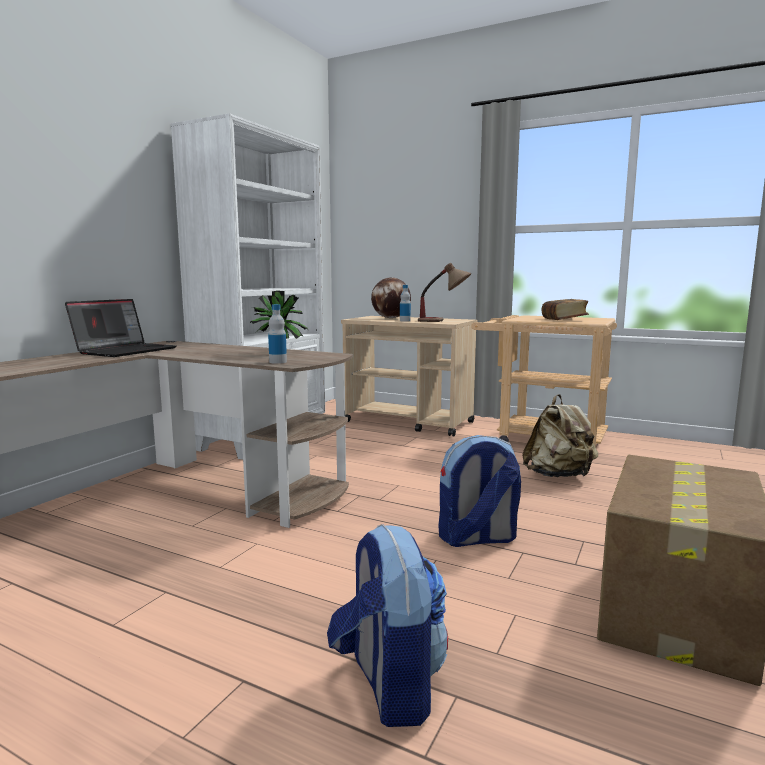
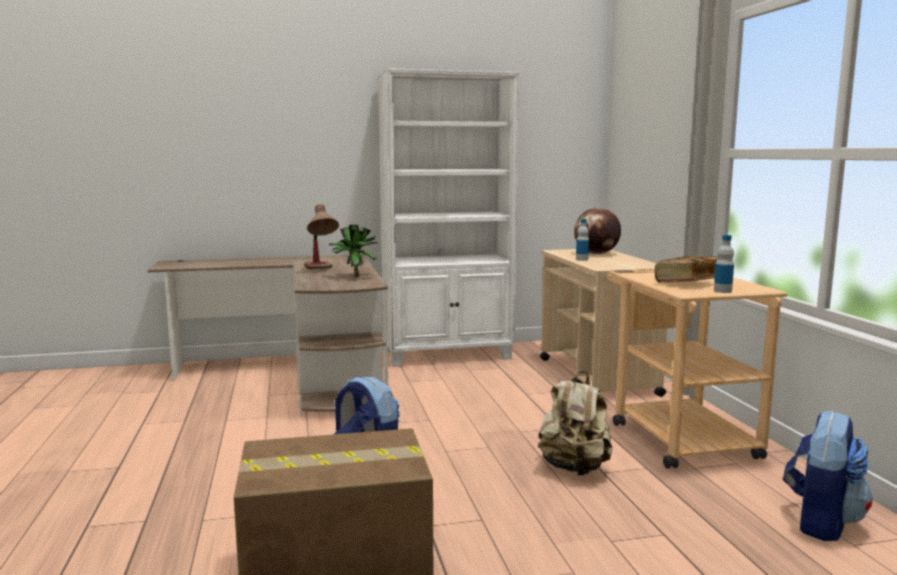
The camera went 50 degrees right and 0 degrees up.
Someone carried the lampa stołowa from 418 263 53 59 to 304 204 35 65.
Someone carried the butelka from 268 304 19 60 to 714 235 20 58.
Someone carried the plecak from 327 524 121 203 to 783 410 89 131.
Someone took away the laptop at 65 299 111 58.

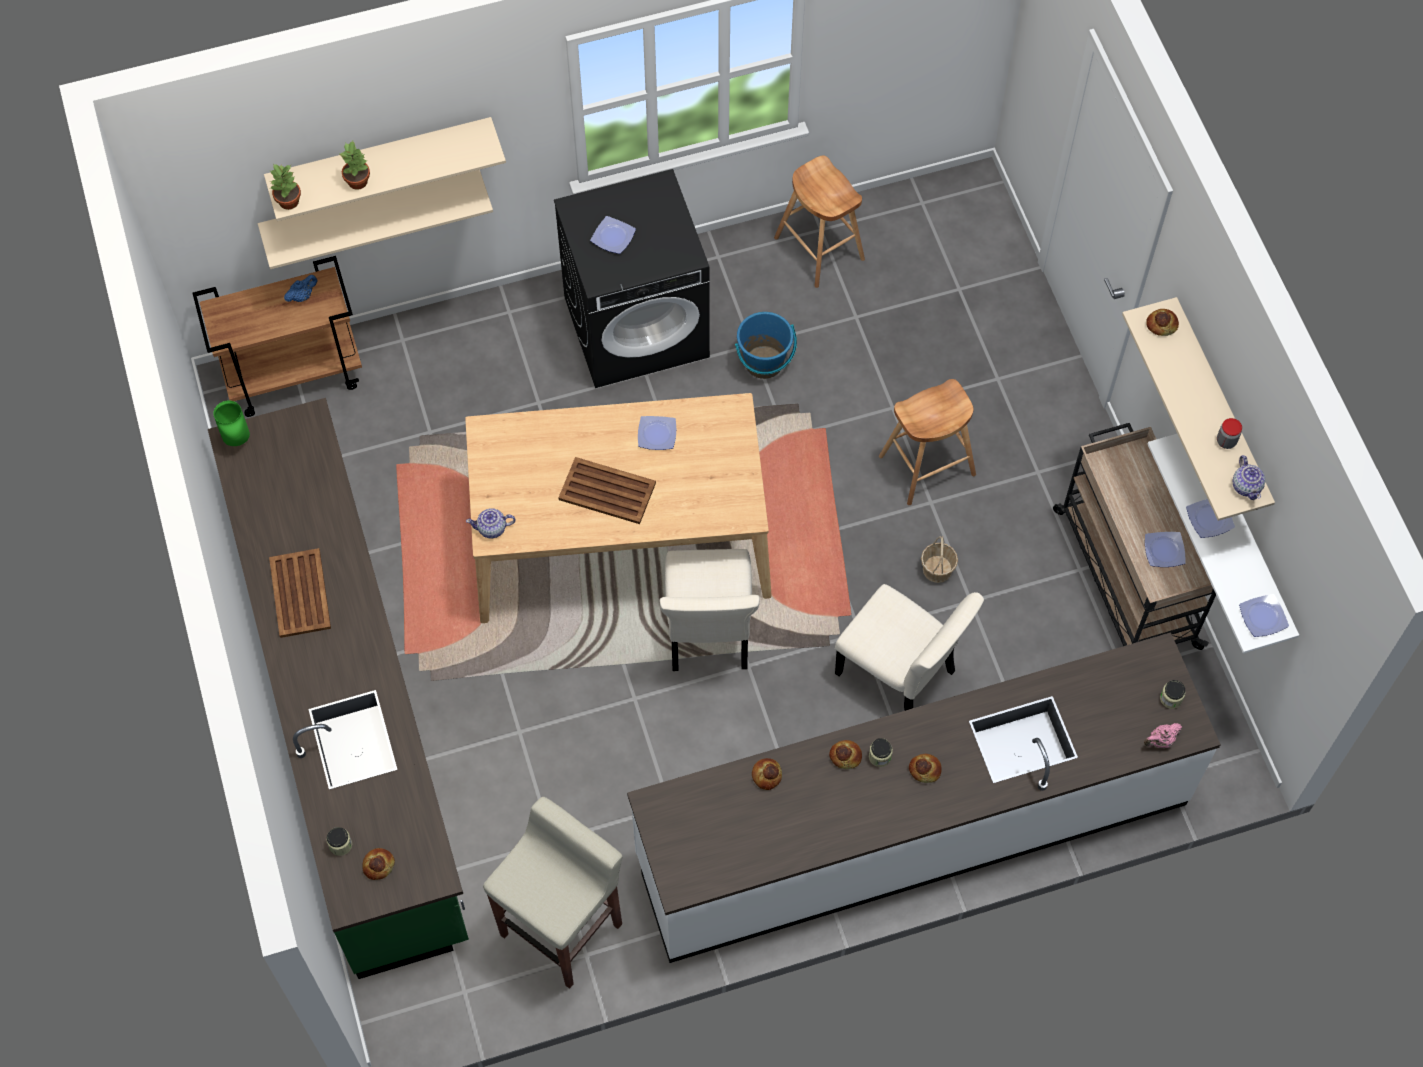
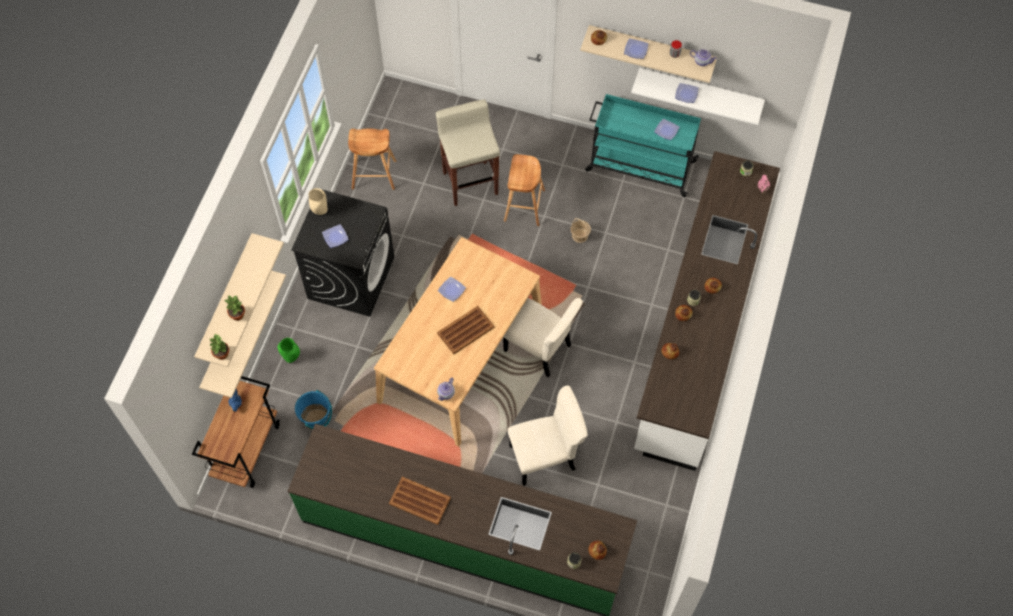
The camera went 55 degrees left and 0 degrees up.
Someone carried the wazon (zielony) from 213 401 37 45 to 278 338 22 25.
Someone carried the wiadro (niebieski) from 735 312 62 67 to 295 390 37 40.
Someone put down the wazon (beżowy) at 308 188 19 27.
Someone carried the stołek (beżowy) from 483 797 140 191 to 436 99 64 107.
Someone carried the krzesło (beżowy) from 835 584 149 127 to 508 386 80 100.
Someone repainted the wózek (beżowy) at 1053 423 163 227, which became the wózek (turkusowy) at 585 94 116 103.
Someone carried the talerz from 1239 594 50 43 to 624 38 25 21.

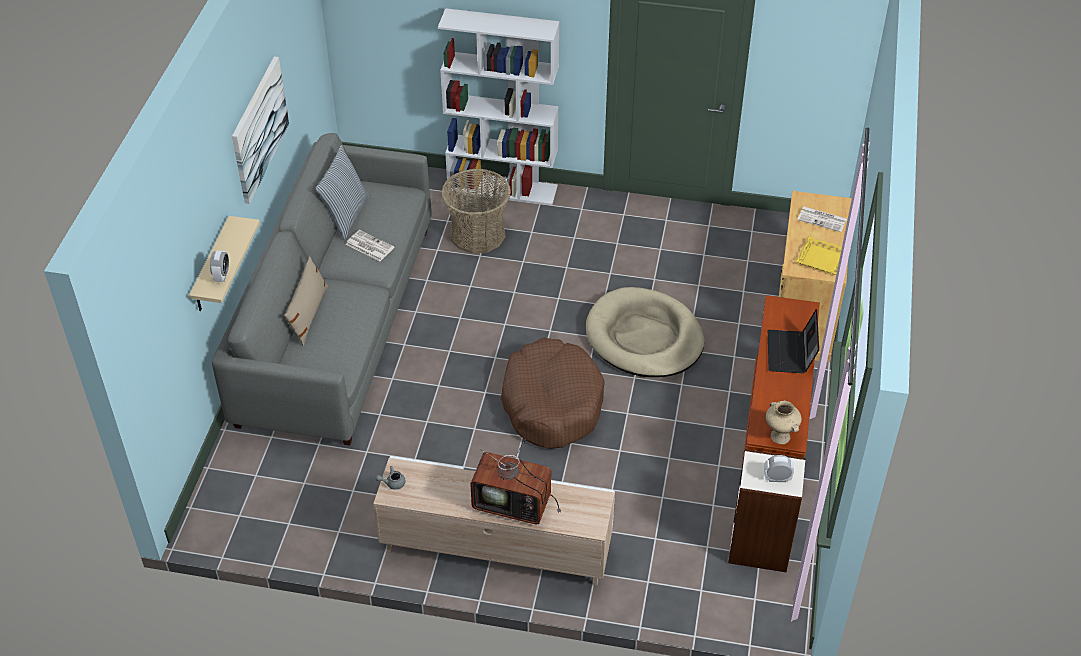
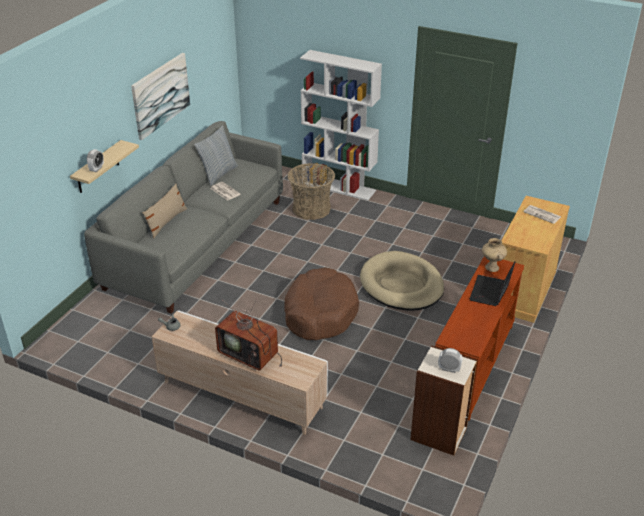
The camera went 15 degrees right and 10 degrees down.
Someone carried the wazon (beżowy) from 766 401 36 43 to 482 238 25 34.
Someone took away the taca (żółty) at 796 236 55 39.

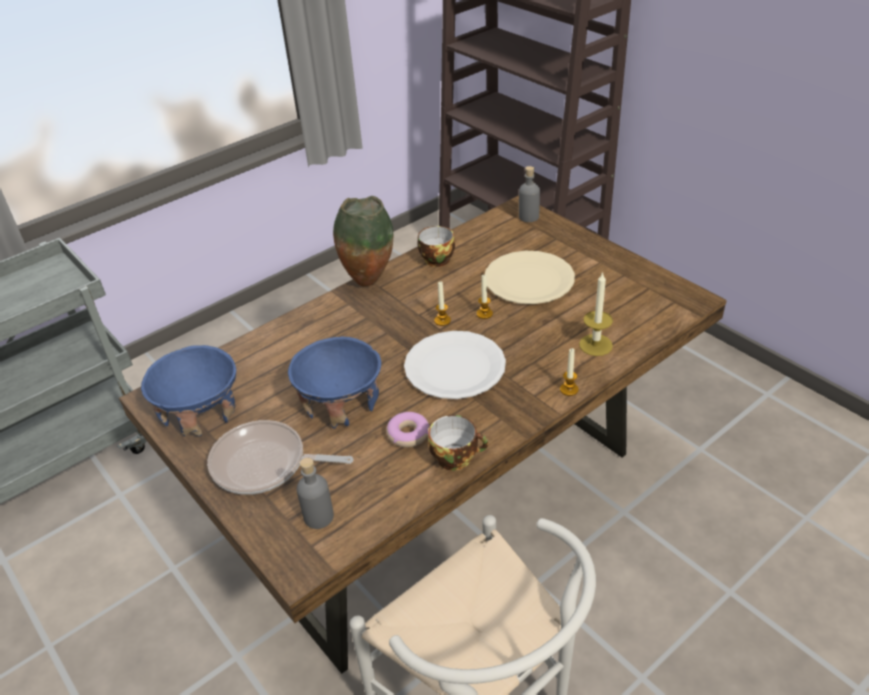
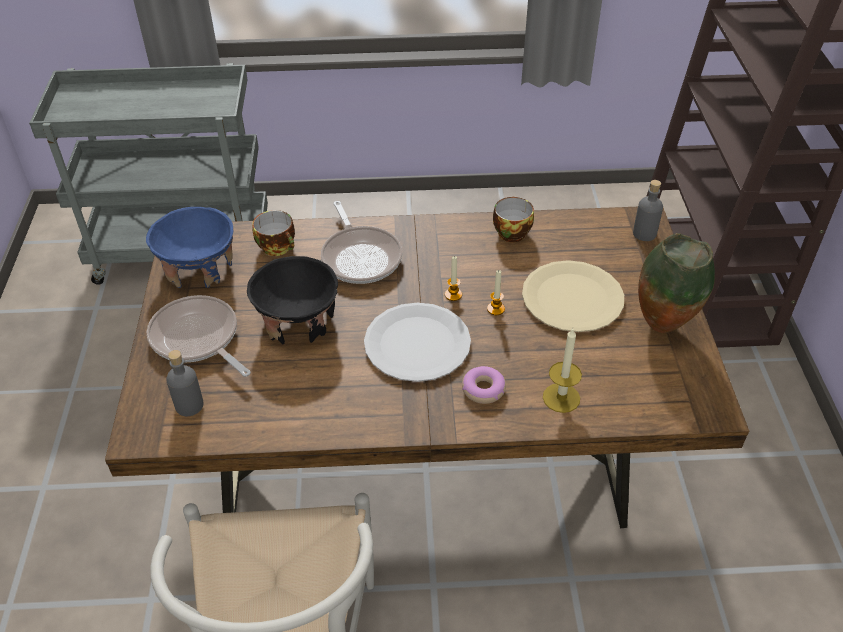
The camera went 35 degrees right and 5 degrees up.
Someone repainted the miska (niebieski) at 288 337 93 92, which became the miska (czarny) at 247 256 91 88.
Someone carried the filiżanka from 428 415 60 56 to 252 210 43 46.
Someone put down the patelnia at 321 201 81 83.
Someone carried the donut from 386 412 44 35 to 462 366 44 38.
Someone carried the wazon from 333 196 60 90 to 638 233 77 100.
Someone took away the świeca at 560 348 19 48.

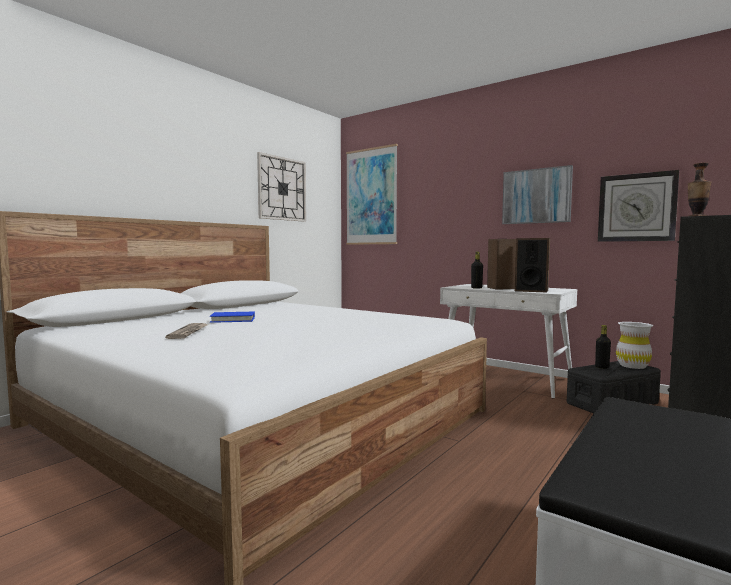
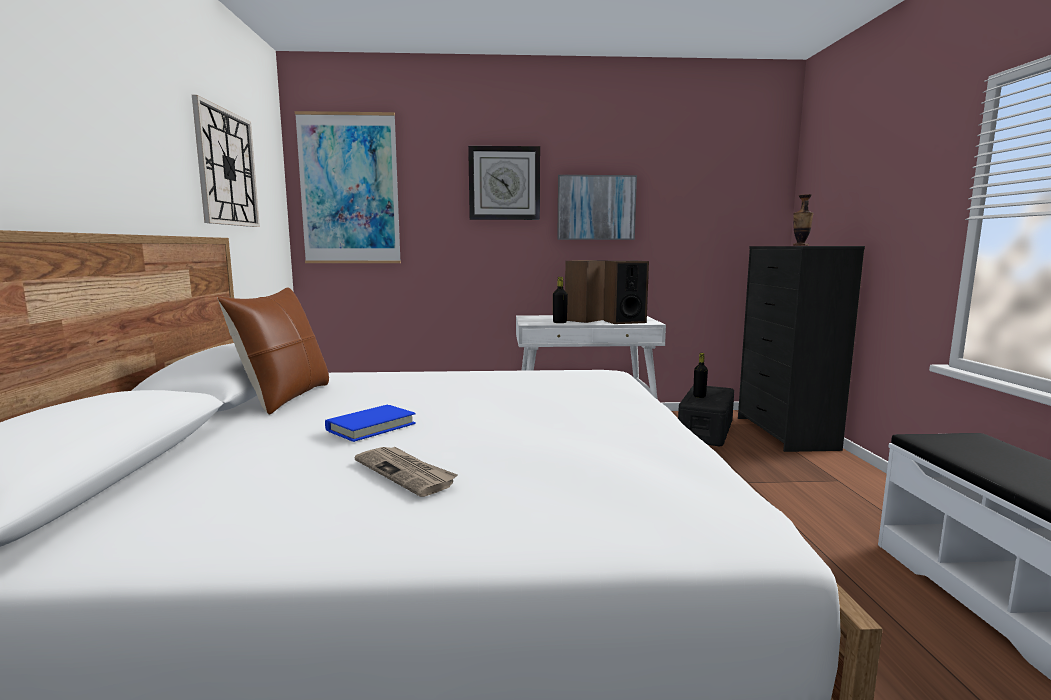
The camera went 40 degrees left and 5 degrees up.
Someone put down the poduszka (brązowy) at 217 287 112 128.
Someone carried the zegar ścienny from 598 170 81 72 to 468 146 72 74.
Someone took away the wazon (biały) at 616 322 37 47.

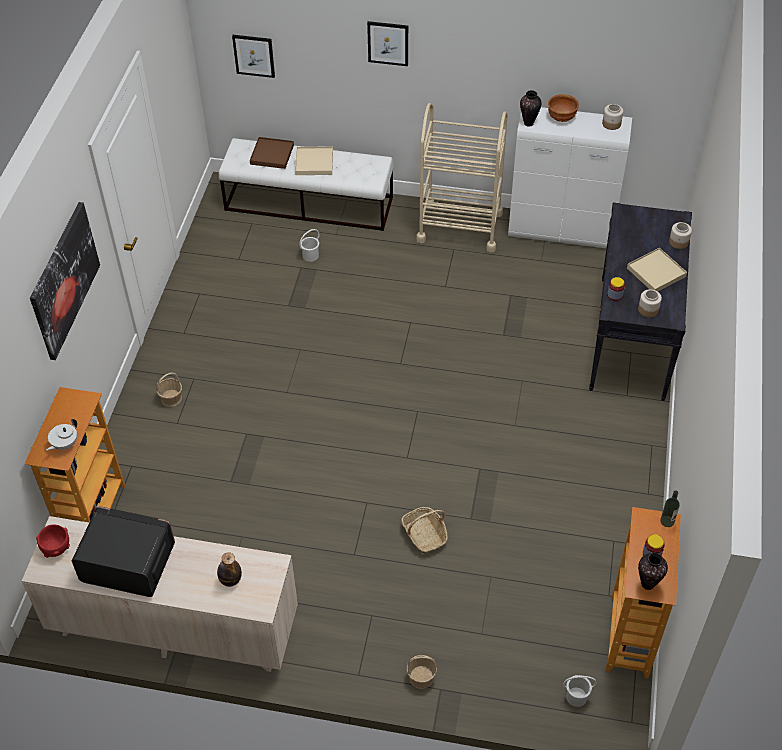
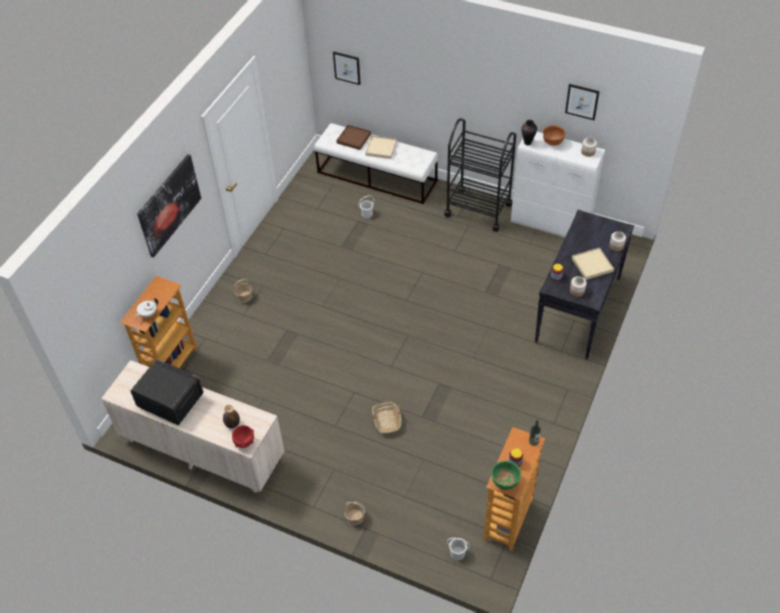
The camera went 15 degrees right and 0 degrees up.
Someone carried the miska (czerwony) from 36 524 34 34 to 232 425 22 23.
Someone repainted the wózek (beżowy) at 416 103 92 149, which became the wózek (czarny) at 444 118 72 114.
Someone swapped the wazon at 638 553 30 37 for the miska (zielony) at 491 461 30 29.
Someone carried the obraz from 367 21 41 45 to 565 84 35 36.

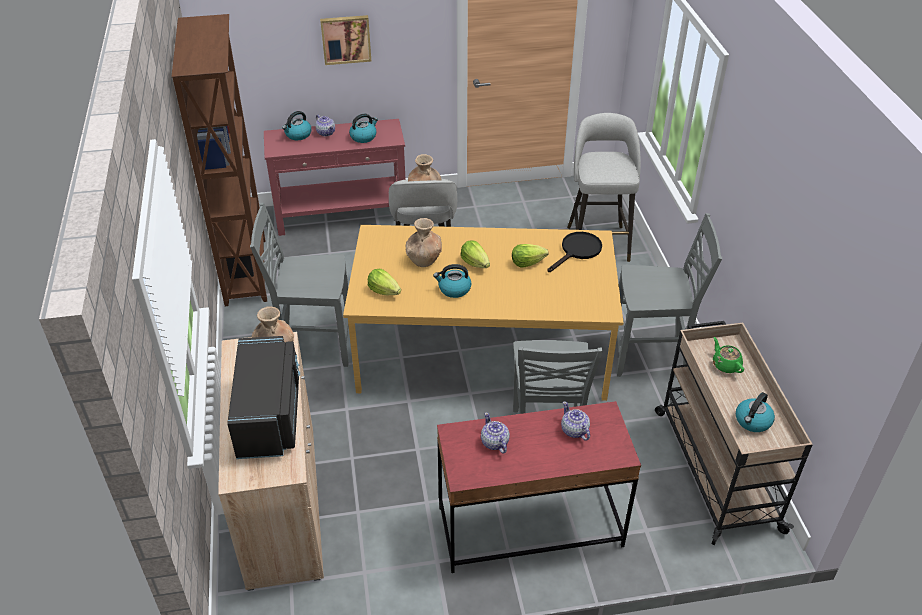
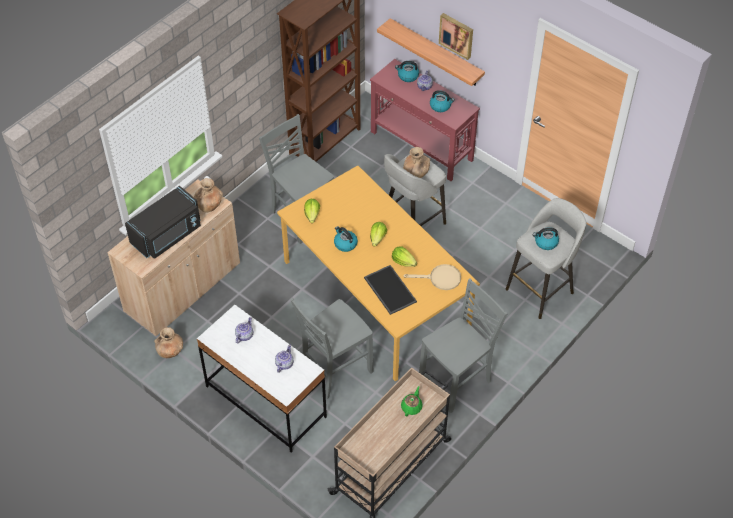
The camera went 50 degrees right and 10 degrees up.
Someone carried the wazon (brązowy) from 405 218 37 49 to 154 327 29 31.
Someone repainted the biurko (czerwony) at 437 401 204 172, which became the biurko (biały) at 197 305 130 148.
Someone put down the taca at 364 265 53 50.
Someone put up the półka at 377 18 108 68.
Someone repainted the patelnia (czarny) at 547 232 55 40, which became the patelnia (beżowy) at 403 264 58 26.
Someone rotated the krzesło (szary) at 616 213 106 164 by 90 degrees counterclockwise.
Someone carried the czajnik from 736 392 39 40 to 533 228 26 22.

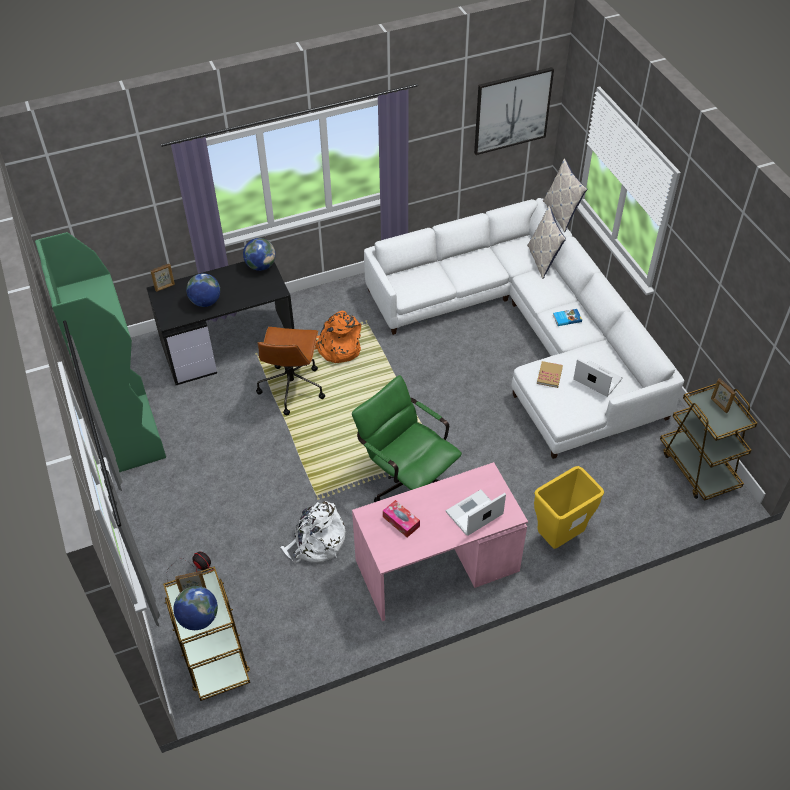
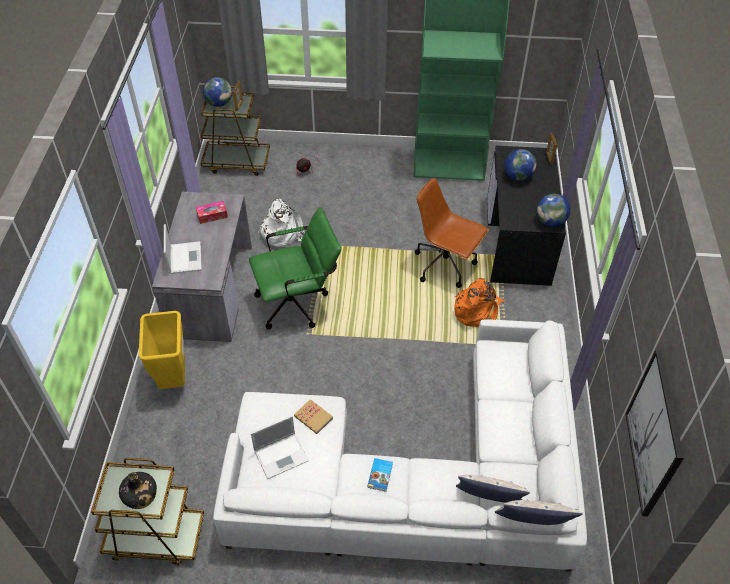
The camera went 115 degrees right and 0 degrees up.
Someone swapped the ramka na zdjęcie at 711 378 25 35 for the butelka (czarny) at 119 472 38 37.
Someone repainted the biurko (różowy) at 352 462 176 159, which became the biurko (szary) at 152 192 100 150.

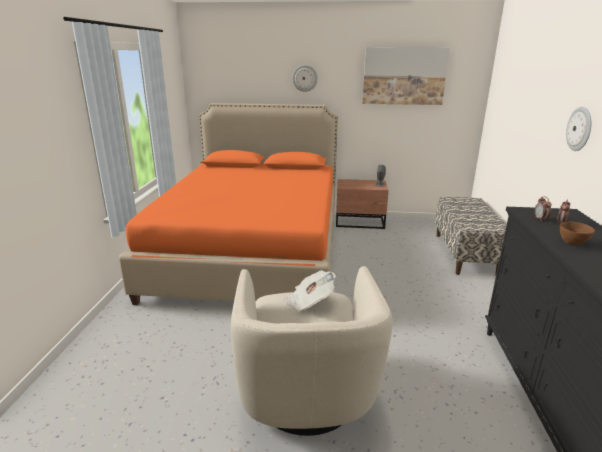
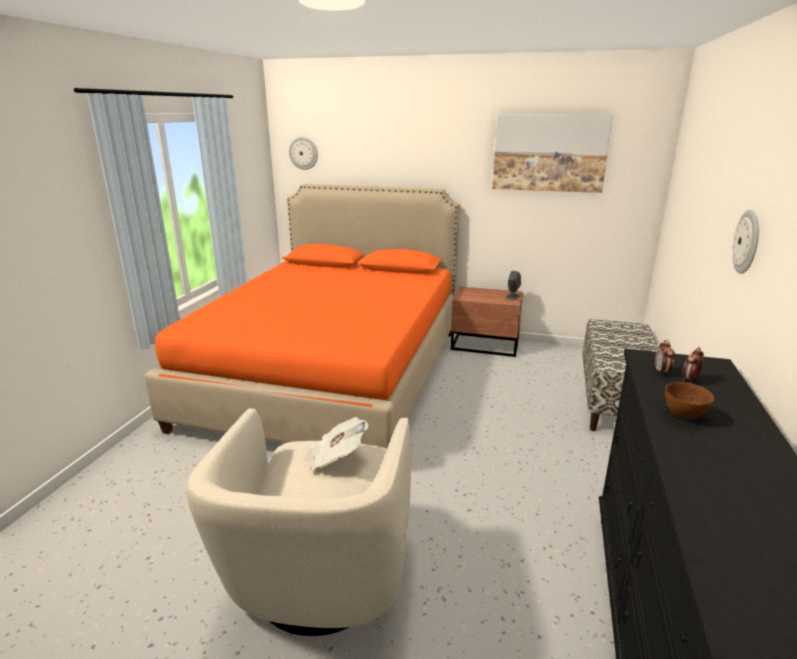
The camera went 10 degrees right and 0 degrees up.
Someone carried the zegar ścienny from 292 65 26 27 to 289 137 29 33.

